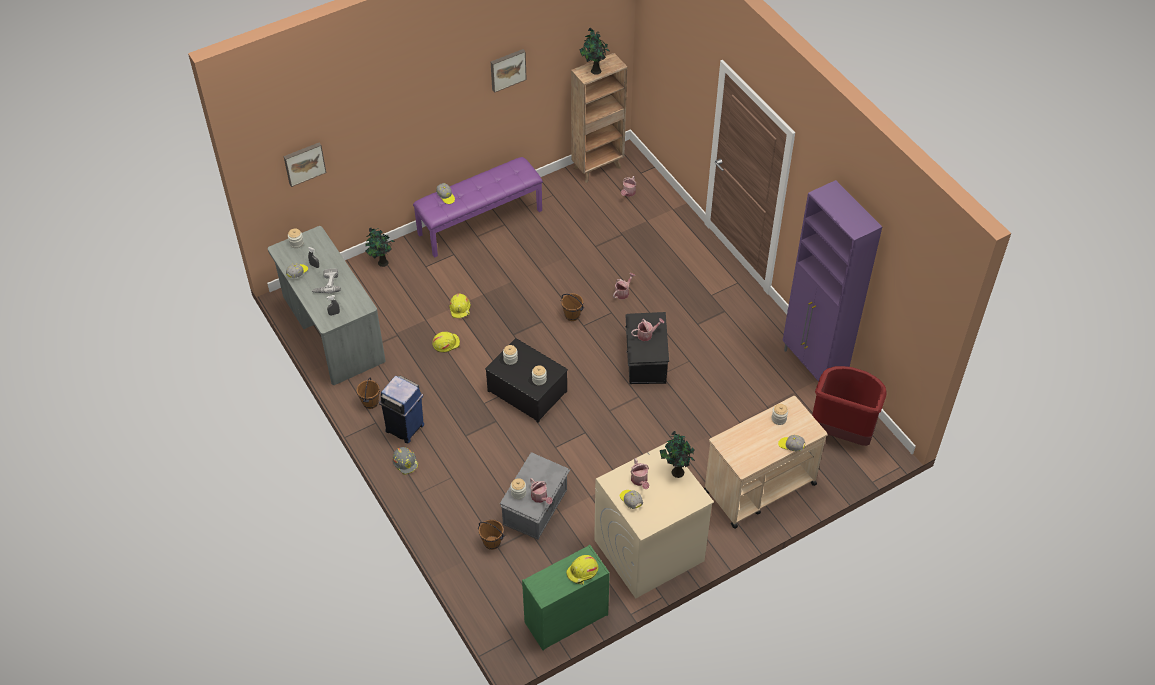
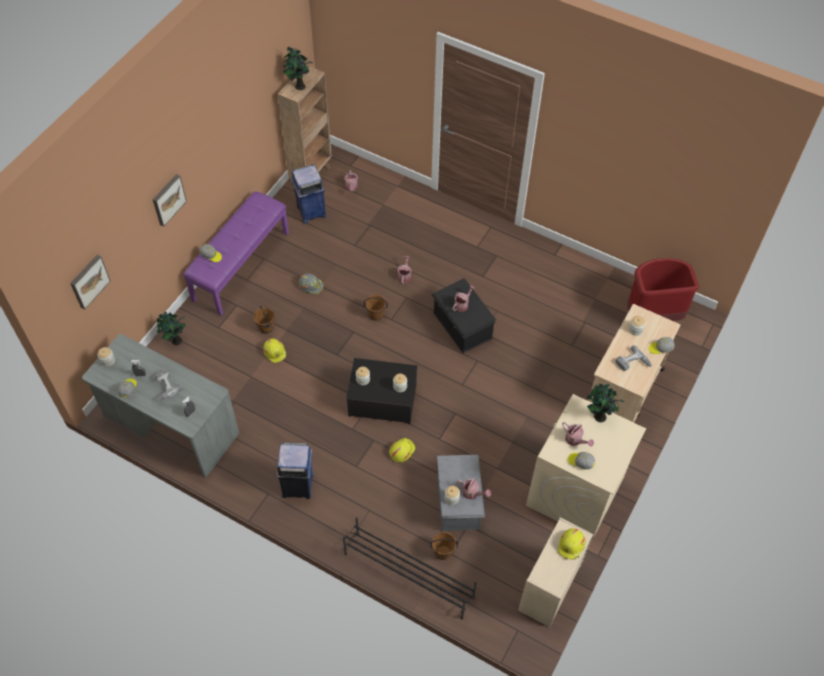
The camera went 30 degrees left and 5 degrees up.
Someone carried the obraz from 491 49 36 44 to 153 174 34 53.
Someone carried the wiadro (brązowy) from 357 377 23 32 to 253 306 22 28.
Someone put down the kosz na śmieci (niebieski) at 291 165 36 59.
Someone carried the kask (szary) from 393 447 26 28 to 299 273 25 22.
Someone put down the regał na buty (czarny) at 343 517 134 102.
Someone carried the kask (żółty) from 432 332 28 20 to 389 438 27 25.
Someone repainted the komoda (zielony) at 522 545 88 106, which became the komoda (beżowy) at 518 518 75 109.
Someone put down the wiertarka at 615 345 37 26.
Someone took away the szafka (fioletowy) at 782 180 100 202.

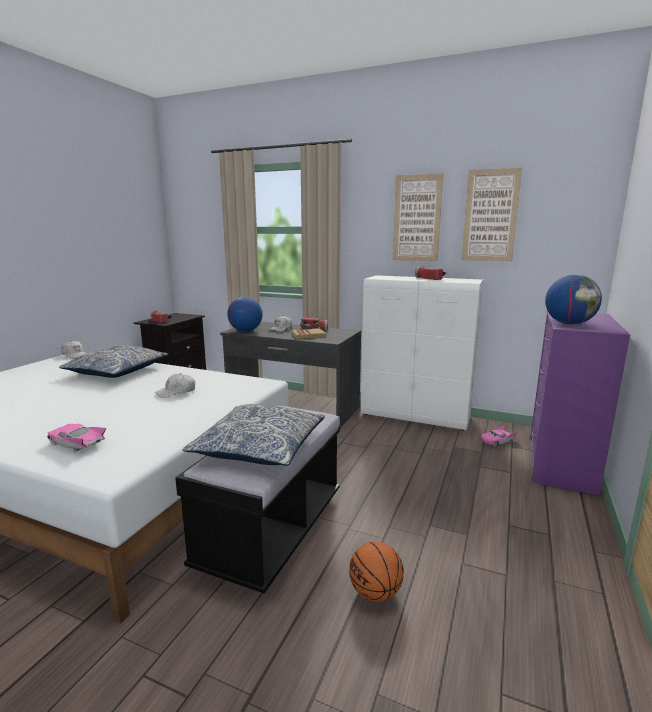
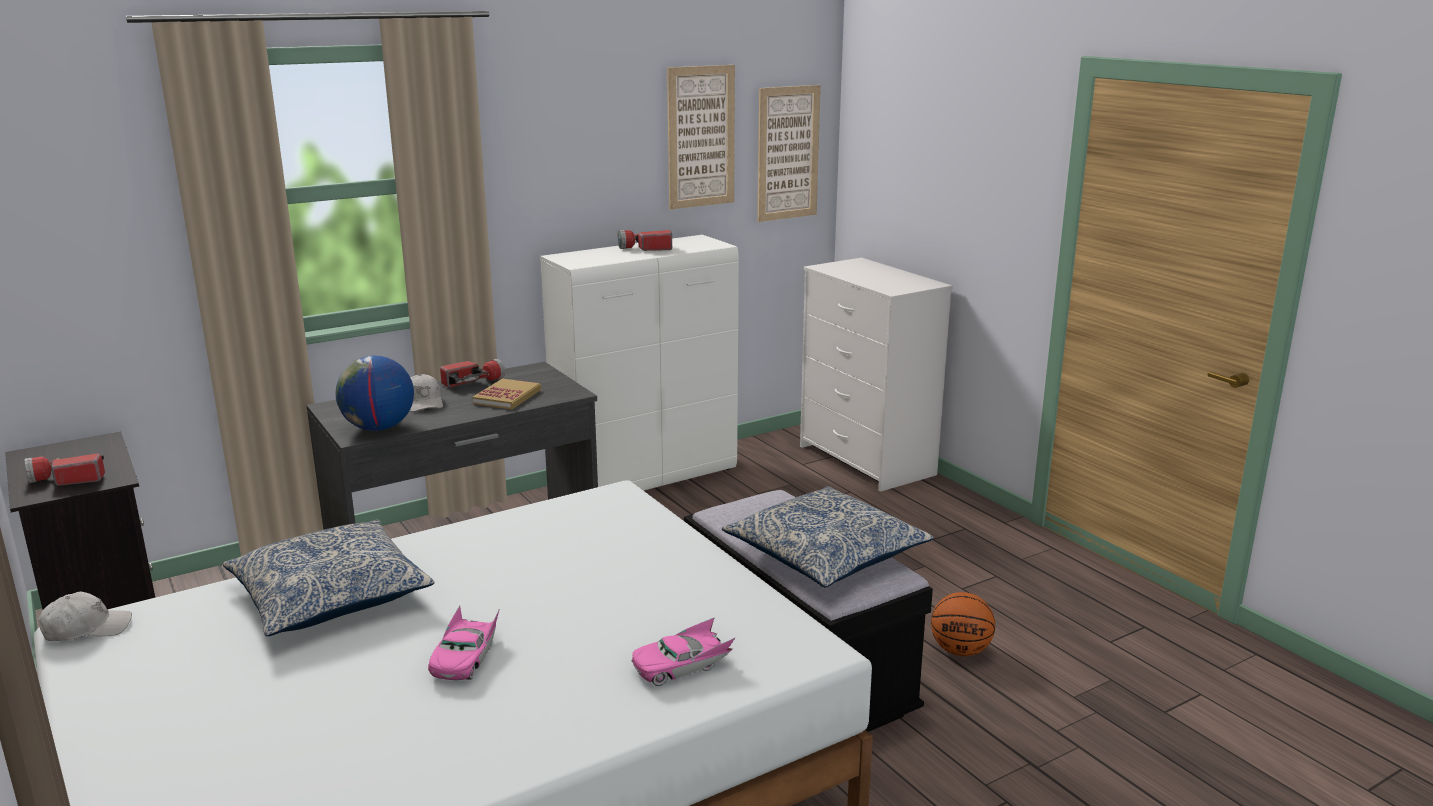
The camera went 55 degrees left and 5 degrees up.
Someone carried the samochodzik (różowy) from 481 425 37 22 to 428 606 72 74.
Someone carried the obraz from 393 173 50 89 to 757 85 64 137.
Someone repainted the komoda (fioletowy) at 530 311 100 185, which became the komoda (biały) at 800 258 152 234.
Someone took away the czapka z daszkiem (biały) at 155 374 40 24.
Someone took away the globus at 545 275 57 50.

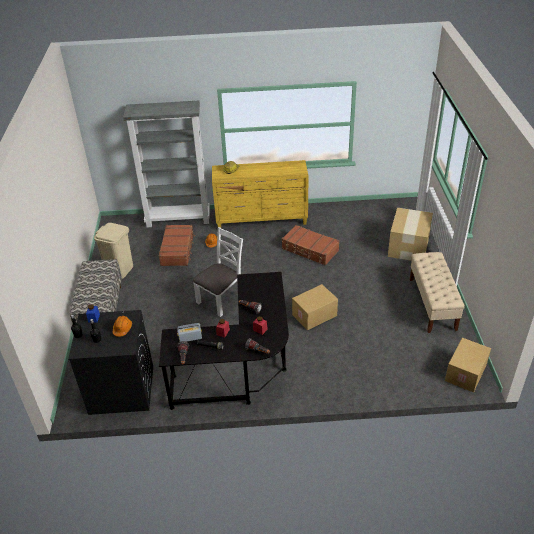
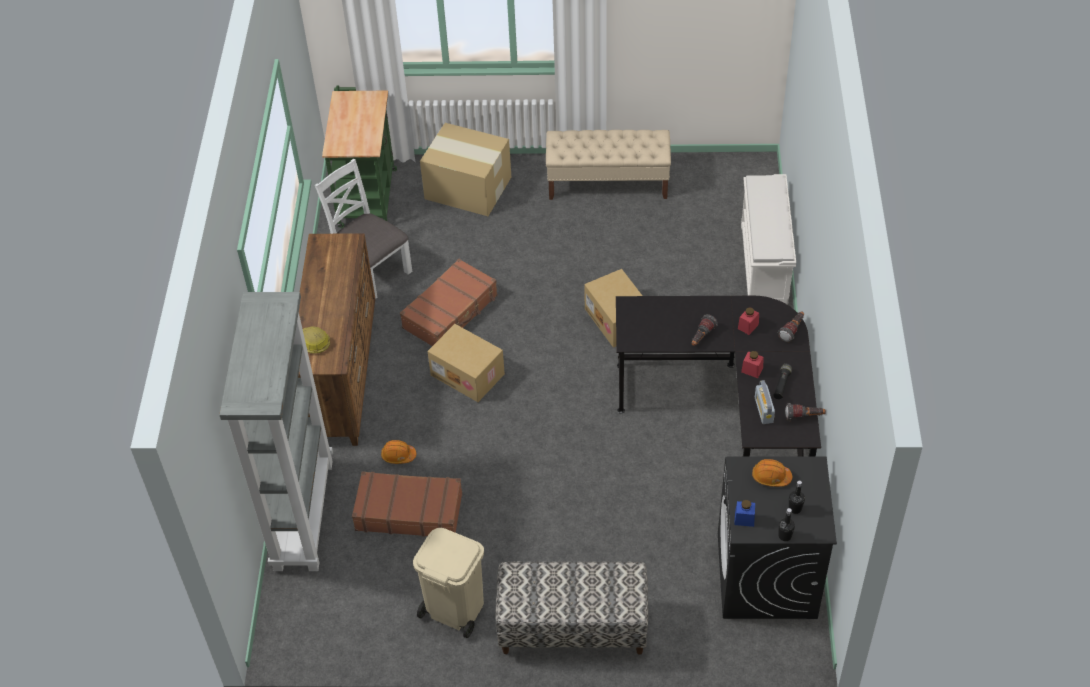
The camera went 85 degrees left and 10 degrees up.
Someone repainted the komoda (żółty) at 212 160 96 68, which became the komoda (brązowy) at 298 233 77 213.
Someone carried the krzesło (biały) from 193 227 50 90 to 315 159 97 140.
Someone put down the wózek (zielony) at 322 85 75 143.
Someone carried the karton from 445 338 46 55 to 428 324 77 78.
Someone put down the regał na buty (biały) at 741 174 55 131.

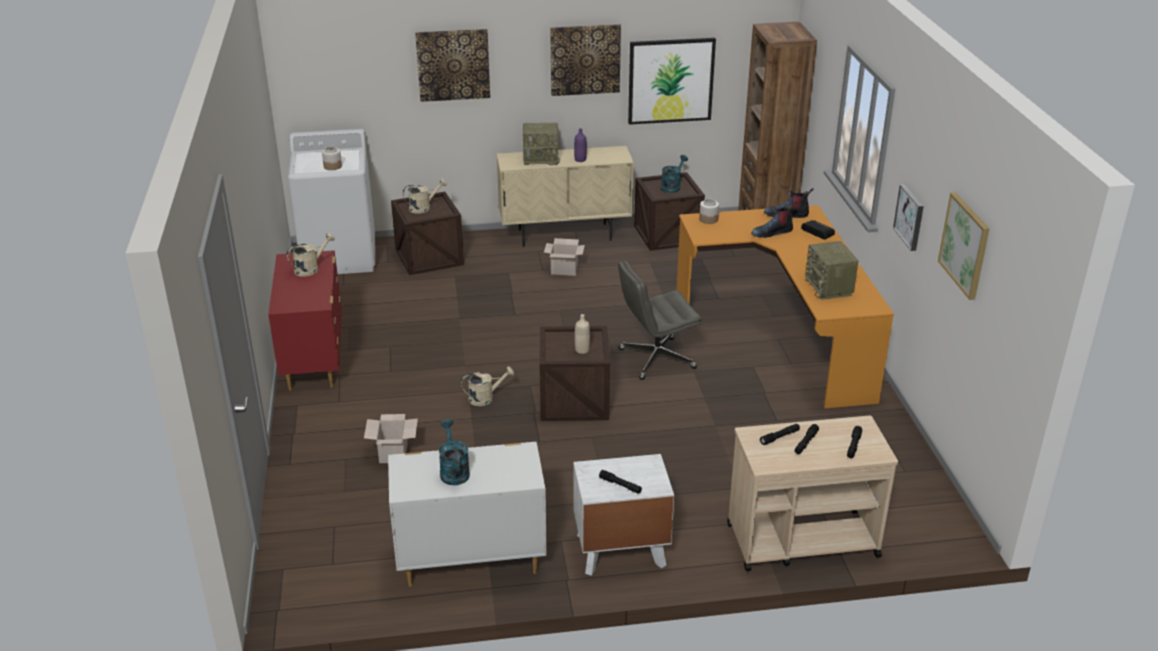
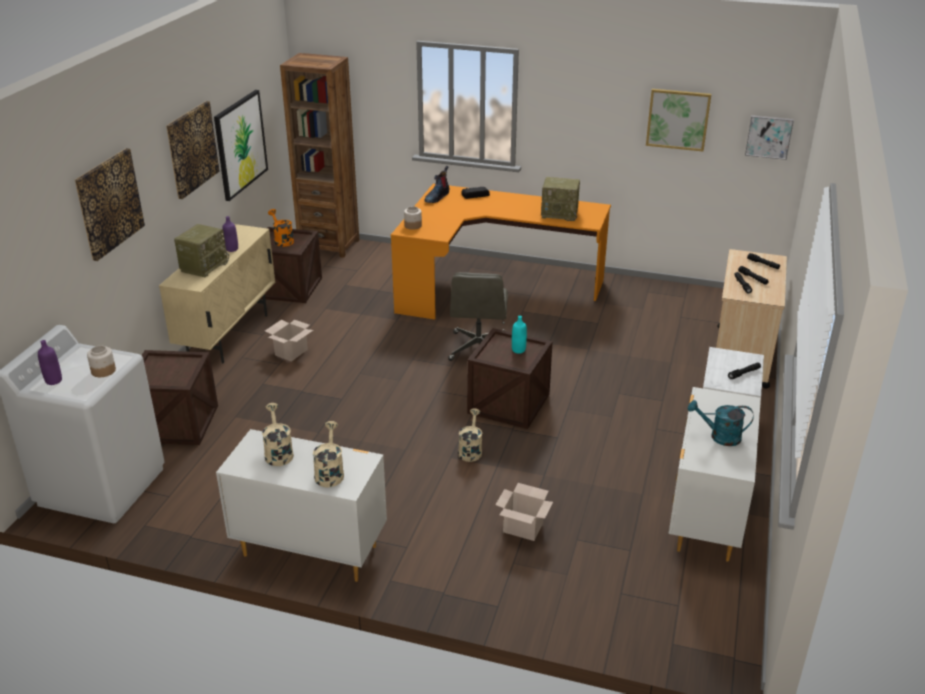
The camera went 65 degrees left and 0 degrees up.
Someone put down the butelka (fioletowy) at 38 340 24 45.
Someone repainted the komoda (czerwony) at 268 250 74 141, which became the komoda (biały) at 216 429 171 153.
Someone repainted the konewka (turkusowy) at 661 155 27 38, which became the konewka (pomarańczowy) at 268 209 26 38.
Someone carried the konewka (beżowy) from 403 178 44 36 to 313 421 31 66.
Someone repainted the butelka (beżowy) at 575 314 15 40, which became the butelka (turkusowy) at 512 316 15 38.
Someone carried the obraz from 893 184 31 67 to 745 115 49 45.
Someone took away the but z cholewką at 751 201 46 37.

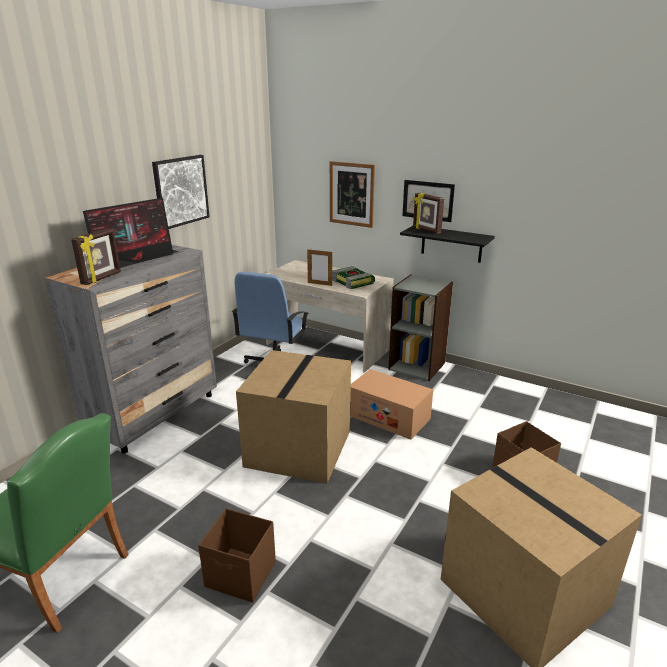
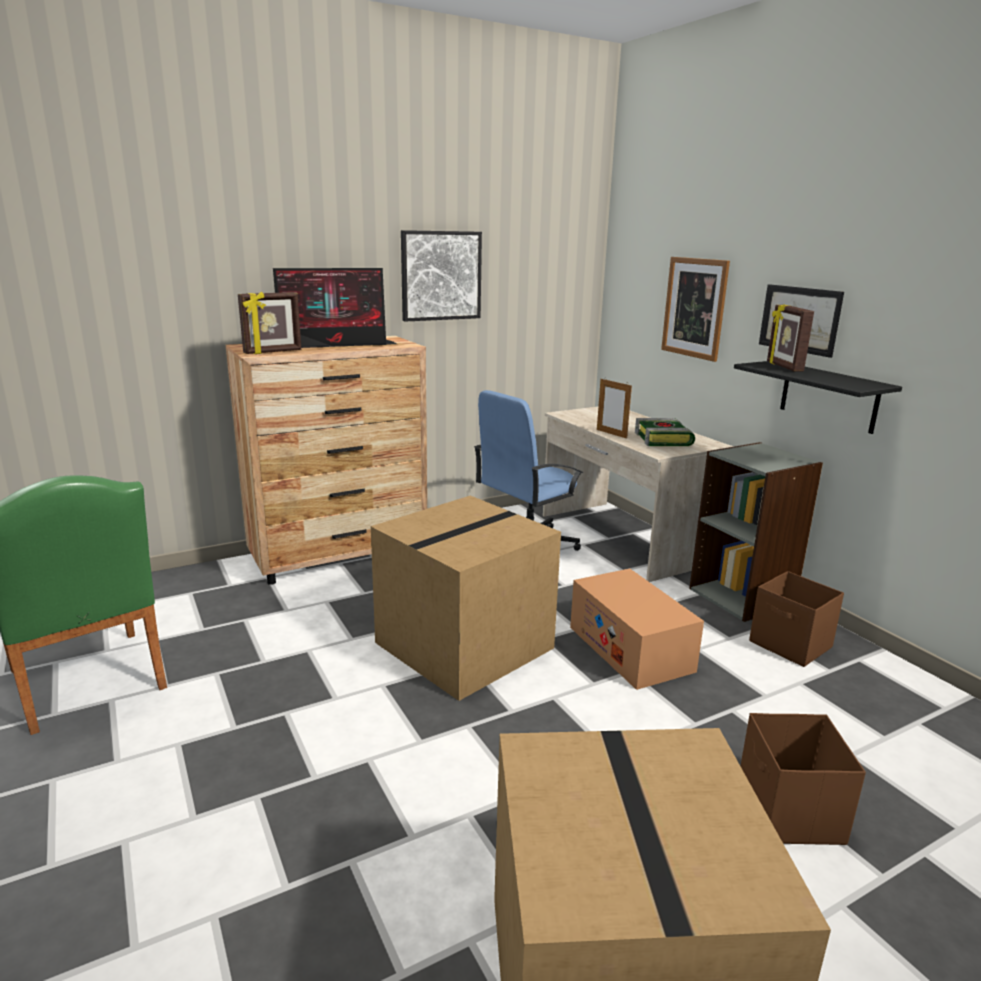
The camera went 30 degrees right and 5 degrees down.
Someone repainted the komoda (szary) at 45 245 172 209, which became the komoda (brązowy) at 226 336 201 249.
Someone carried the pojemnik do przechowywania (brązowy) from 198 508 78 95 to 749 571 95 96.

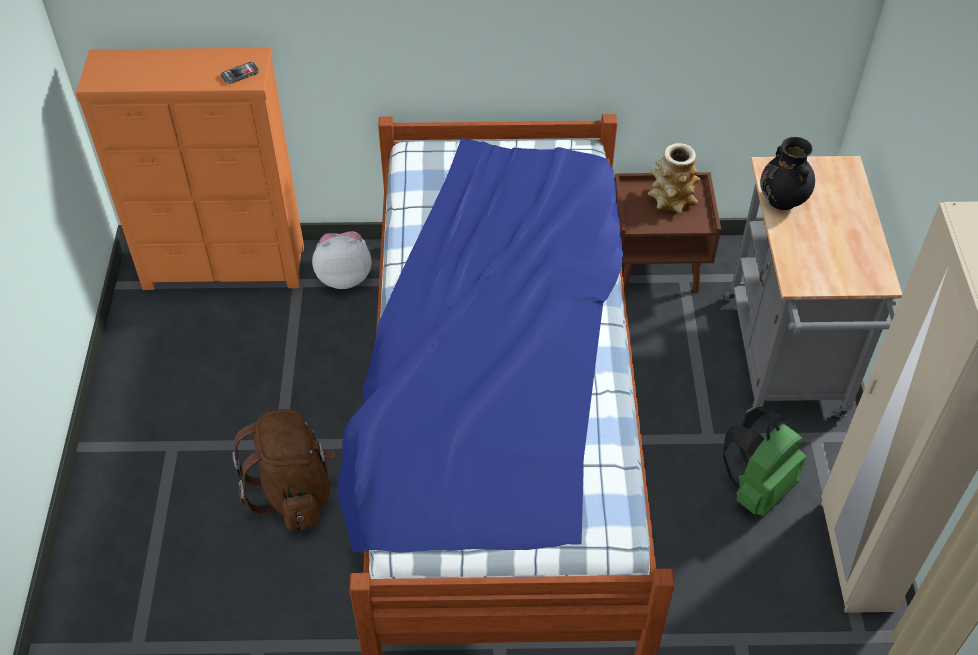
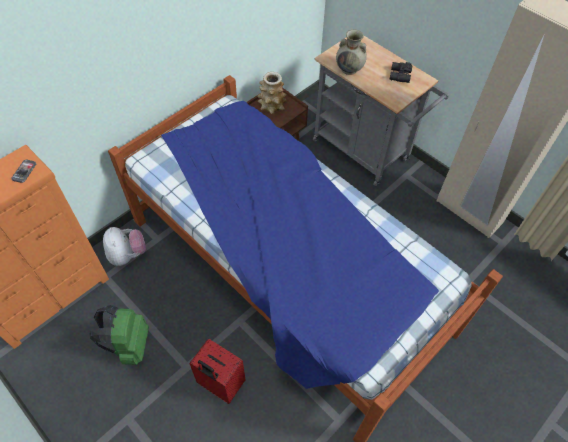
The camera went 45 degrees left and 5 degrees up.
Someone carried the plecak (zielony) from 722 406 84 110 to 89 305 60 60.
Someone rotated the pluszak at 312 231 59 58 by 120 degrees clockwise.
Someone swapped the plecak (brązowy) at 232 409 103 122 for the walizka (czerwony) at 189 339 56 65.
Someone repainted the wazon (czarny) at 760 137 55 73, which became the wazon (beżowy) at 336 30 31 45.
Someone put down the lornetka (czarny) at 389 62 23 21.

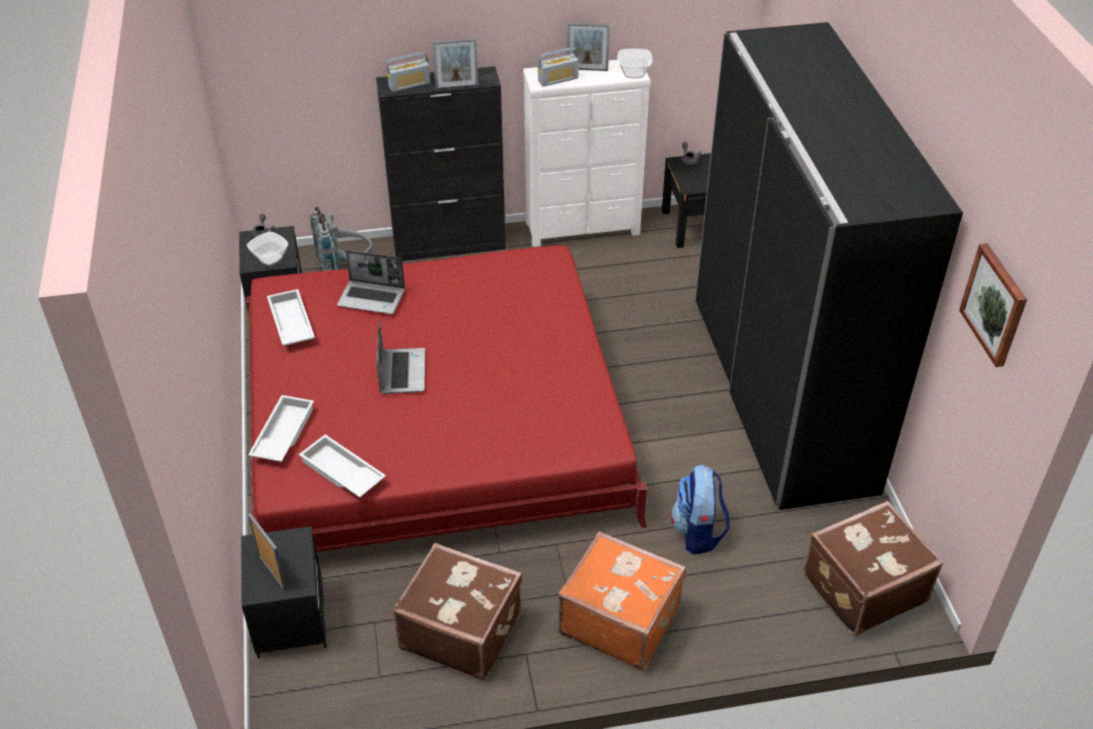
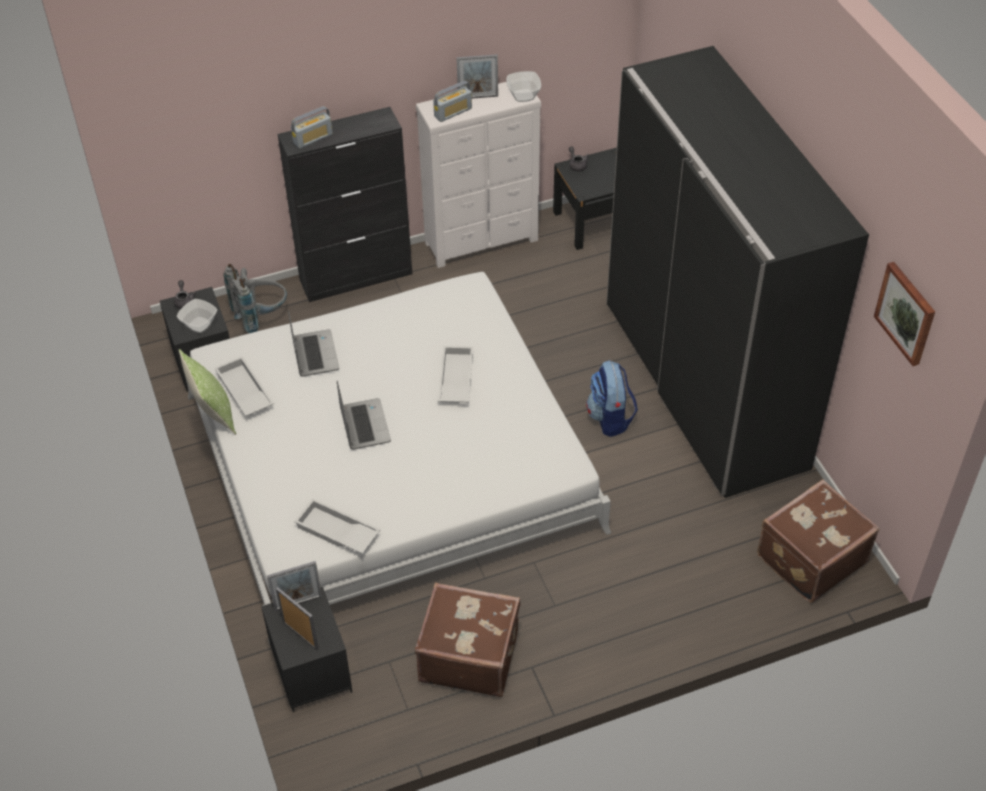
The camera went 10 degrees left and 5 degrees up.
Someone put down the poduszka at 179 349 57 86.
Someone repainted the łóżko (czerwony) at 246 245 401 307, which became the łóżko (biały) at 185 272 426 372.
Someone carried the ramka na zdjęcie from 432 38 46 52 to 267 561 55 50.
Someone rotated the laptop at 337 250 68 64 by 105 degrees counterclockwise.
Someone carried the taca (biały) from 248 395 66 67 to 438 346 35 57.
Someone carried the plecak from 671 465 59 89 to 586 360 52 77.
Someone took away the walizka (pomarańczowy) at 558 531 128 139.

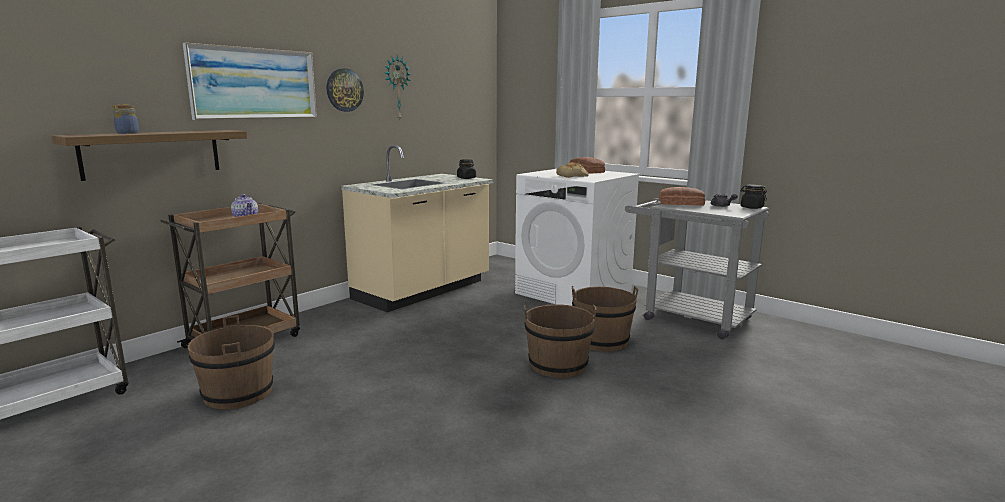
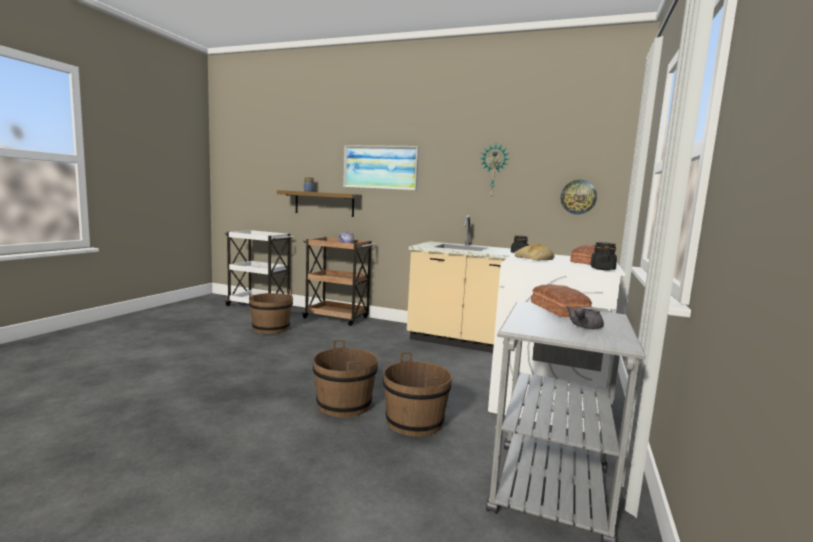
The camera went 70 degrees right and 5 degrees down.
Someone carried the zegar ścienny from 327 68 37 44 to 560 180 37 34.
Someone carried the słoik (czarny) from 740 184 27 25 to 590 242 27 28.

